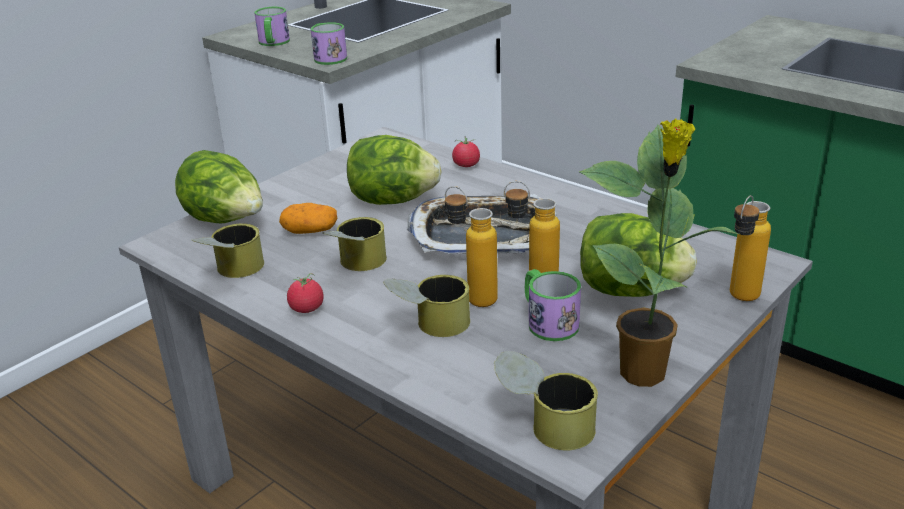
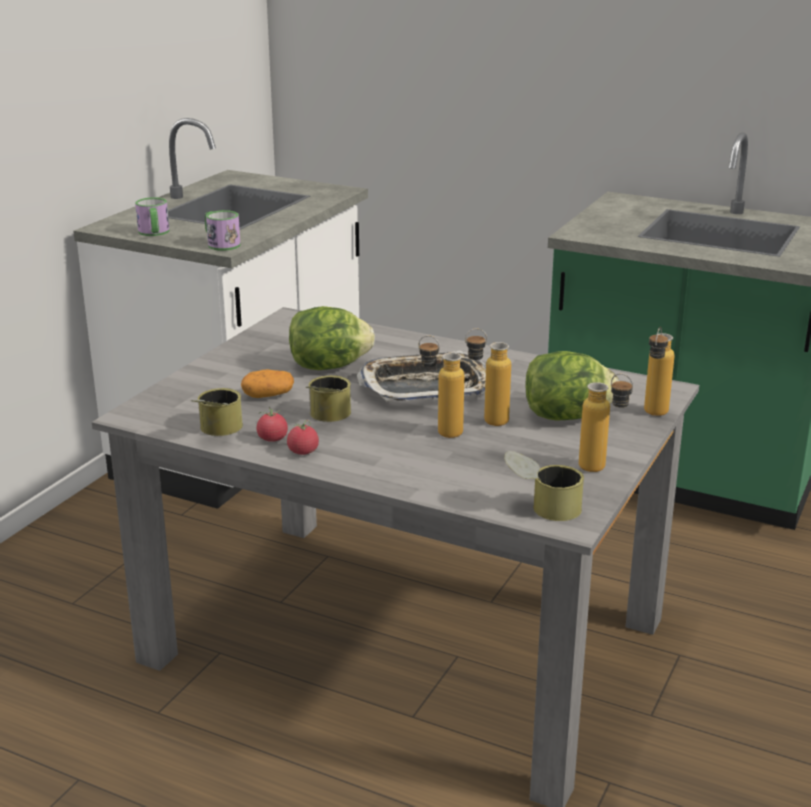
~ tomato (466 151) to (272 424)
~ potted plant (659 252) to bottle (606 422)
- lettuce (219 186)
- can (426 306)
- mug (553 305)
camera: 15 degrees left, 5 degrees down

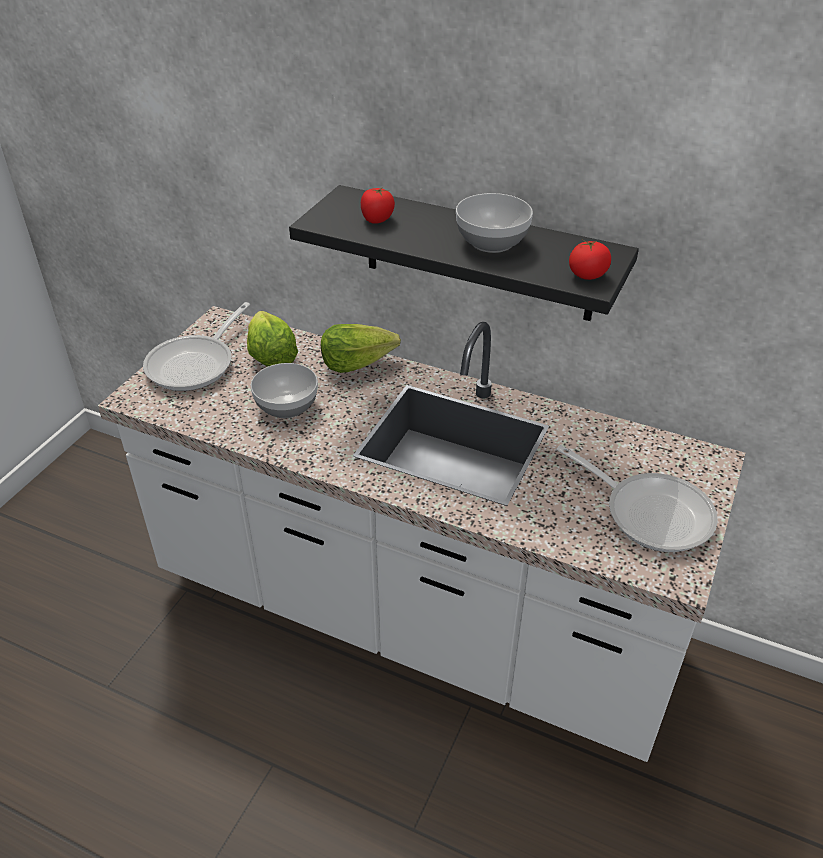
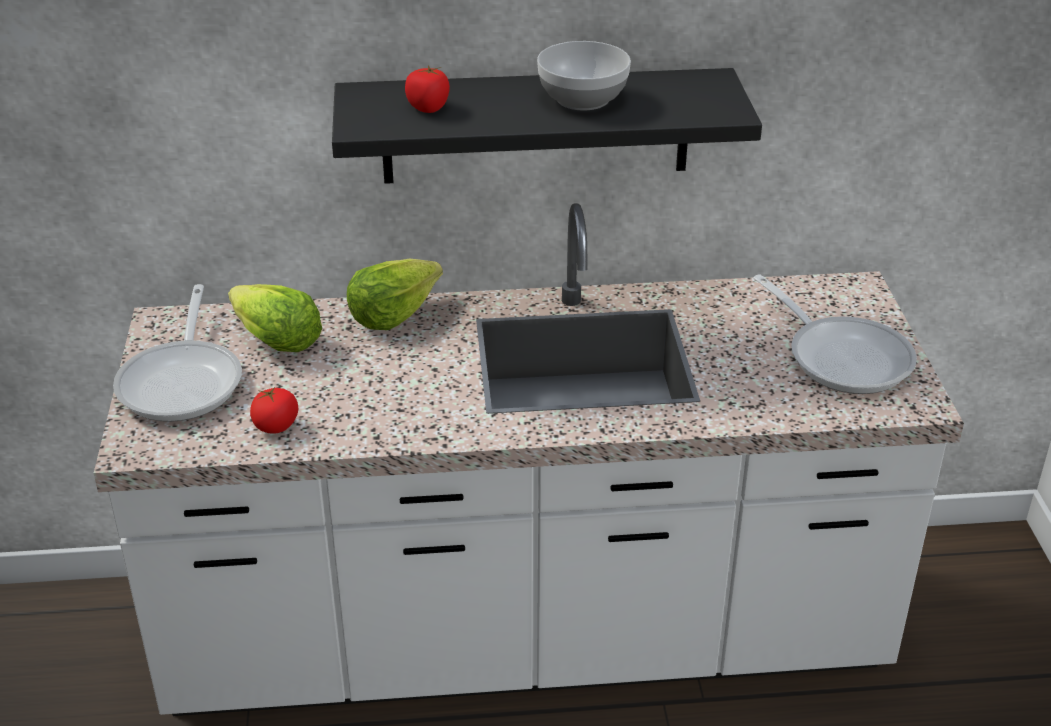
~ tomato (590 260) to (274 410)
~ frying pan (637 498) = (835 334) 45 degrees clockwise
- bowl (284 390)
camera: 30 degrees left, 5 degrees down

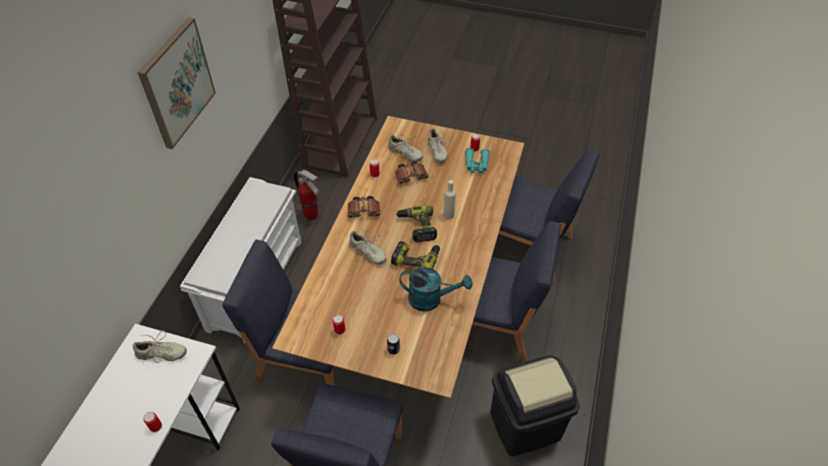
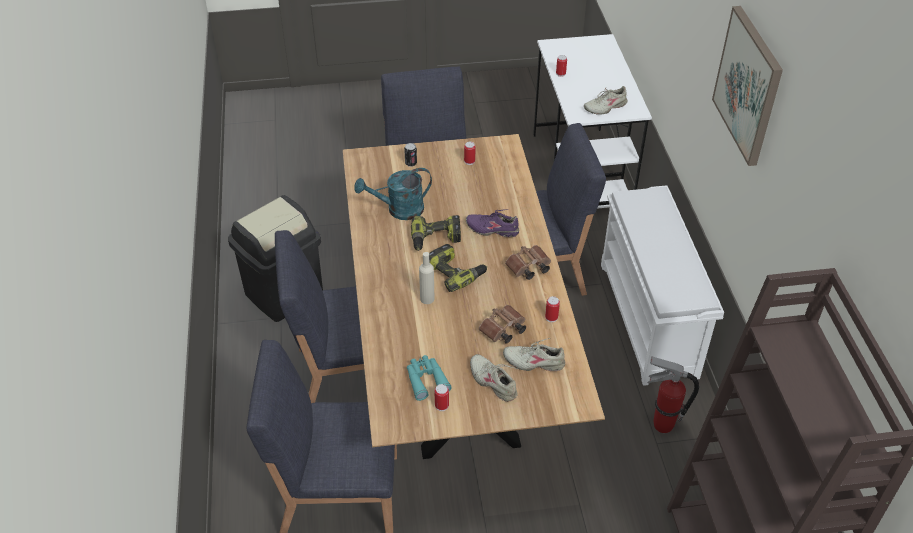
~ beige shoe (367 246) to purple shoe (492 223)
camera: 155 degrees right, 5 degrees down

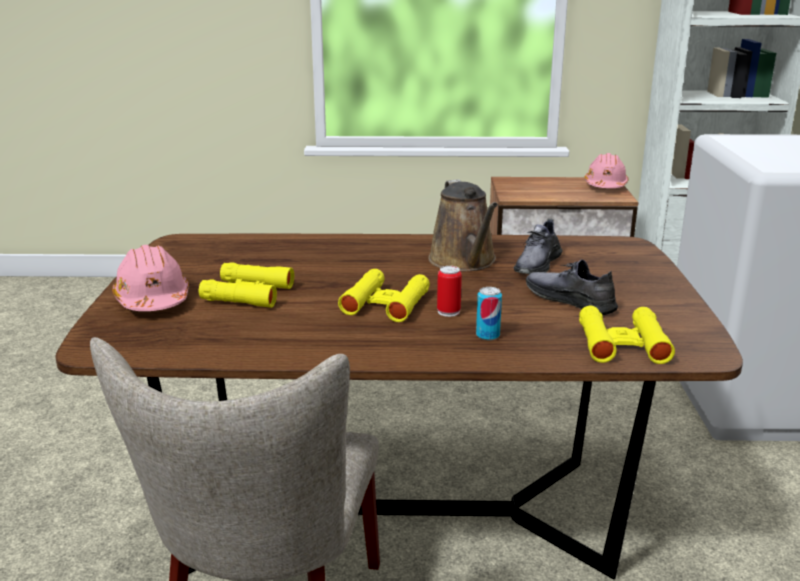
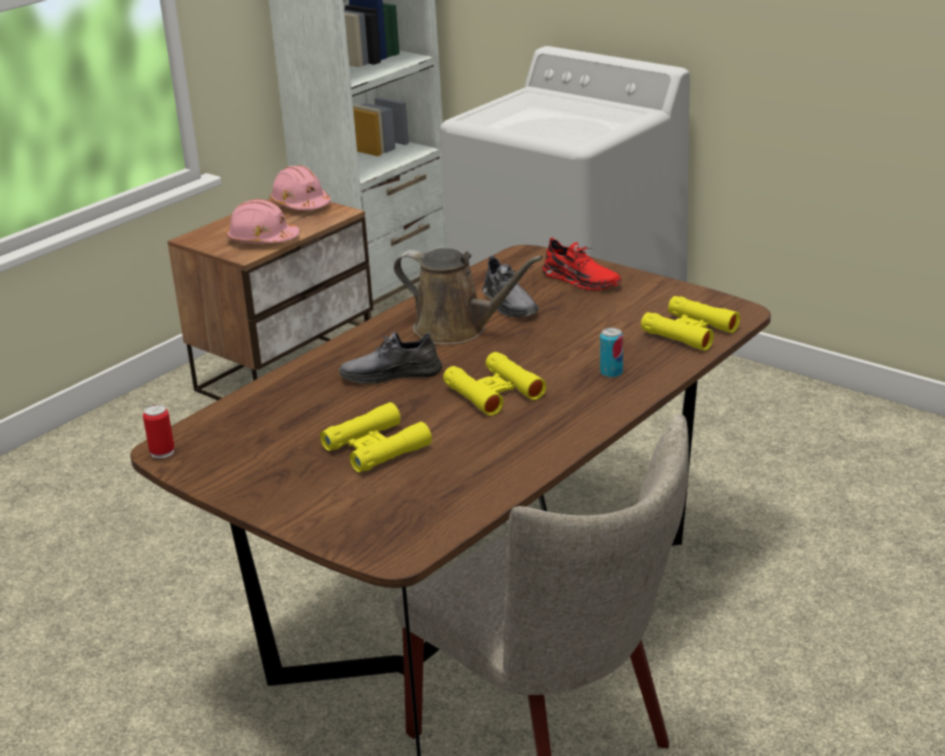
~ can (449 291) to (158 431)
~ pink hard hat (150 278) to (263 221)
~ grey shoe (572 287) to (390 357)
+ red shoe (581 263)
camera: 50 degrees left, 5 degrees up

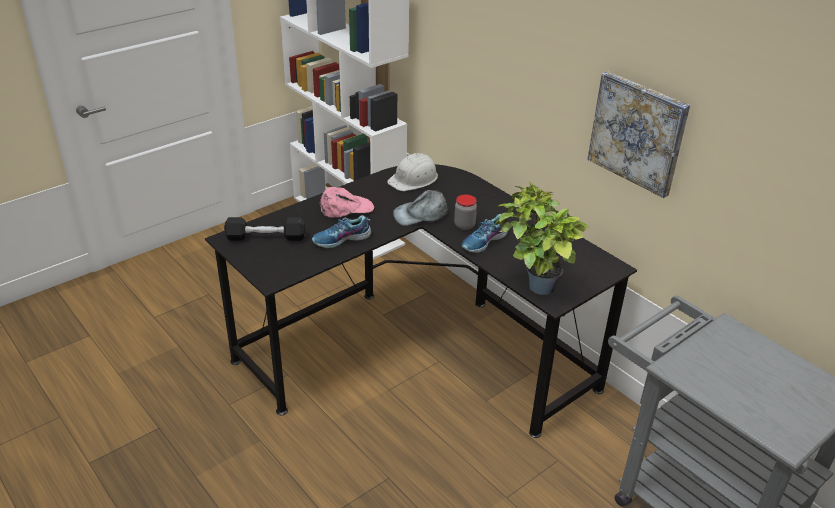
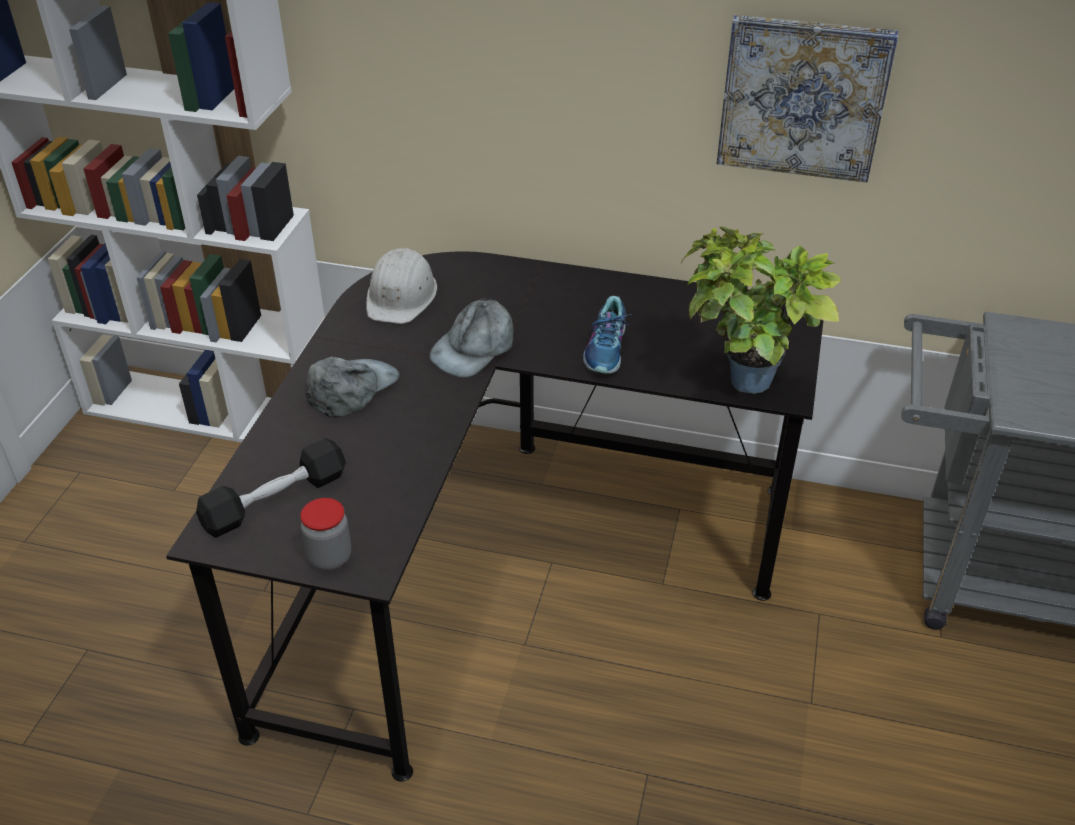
~ jar (465 212) to (325 534)
~ pink cap (346 202) to grey cap (353 387)
- shoe (341 232)
camera: 35 degrees left, 5 degrees up

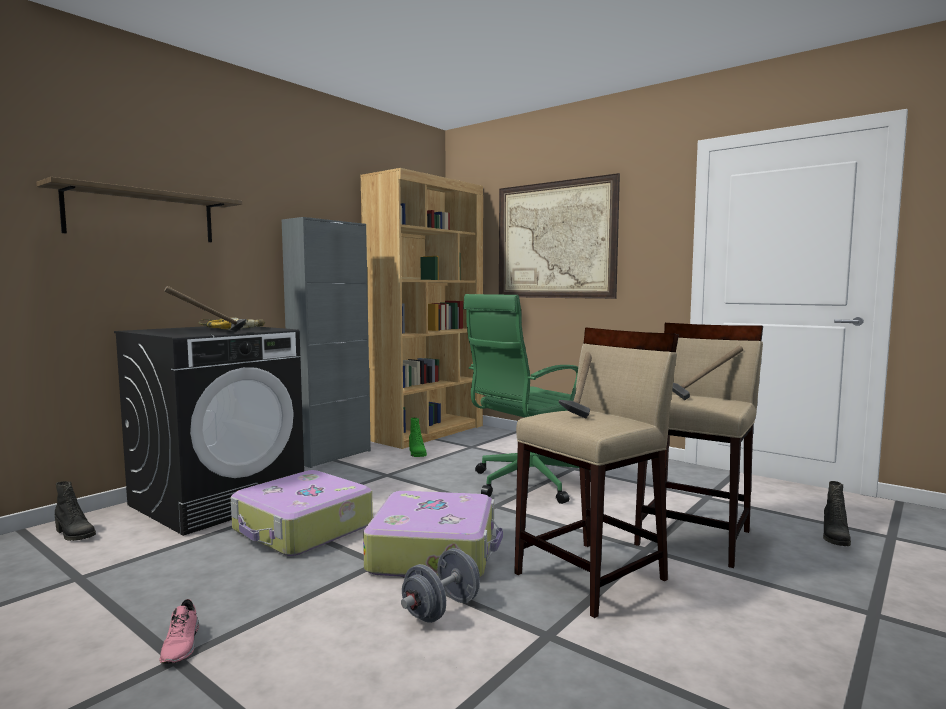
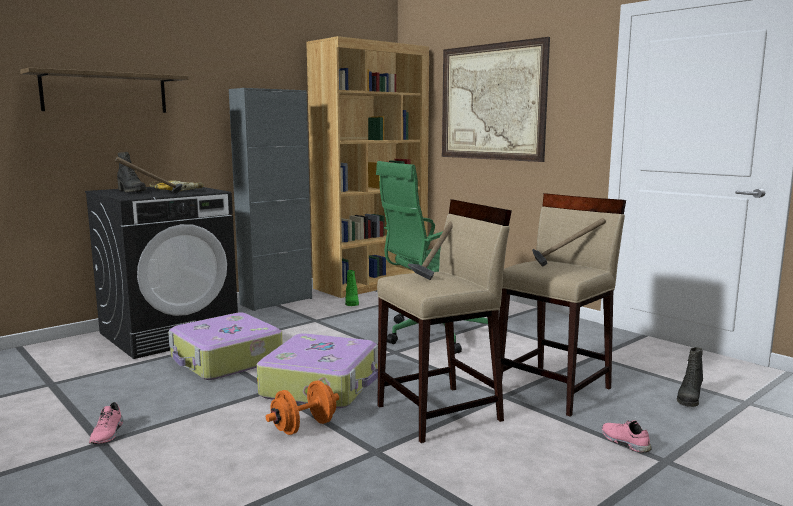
~ black boot (75 511) to (132 172)
~ grey dumbbell (440 585) to orange dumbbell (302 408)
+ pink shoe (627 436)
camera: 10 degrees right, 5 degrees up

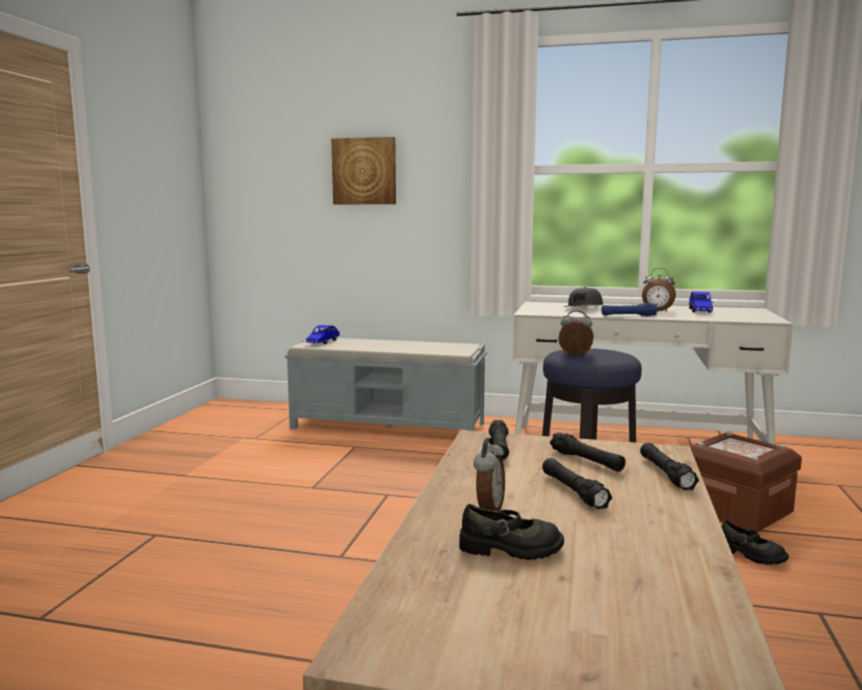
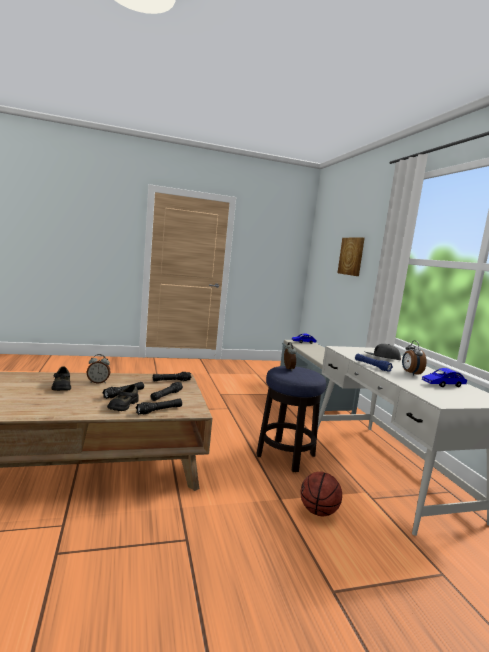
~ black shoe (755 542) to (123 397)
~ brown storage box (746 482) to basketball (321 494)
camera: 60 degrees right, 0 degrees up

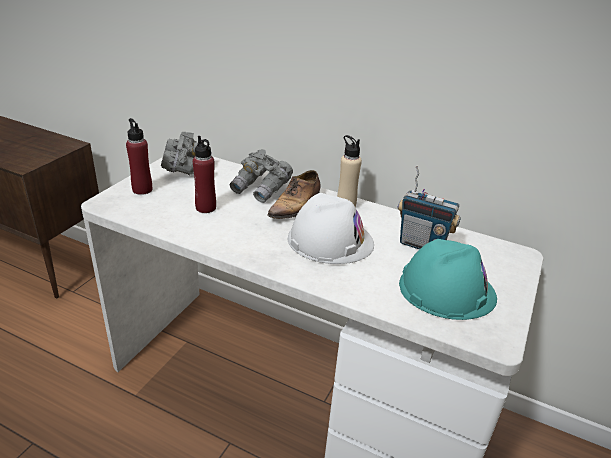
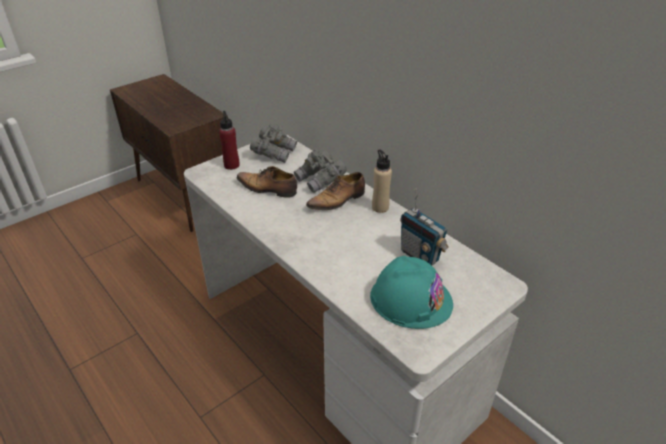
~ red bottle (204 174) to shoe (267 182)
- white hard hat (330 228)
camera: 25 degrees right, 5 degrees up

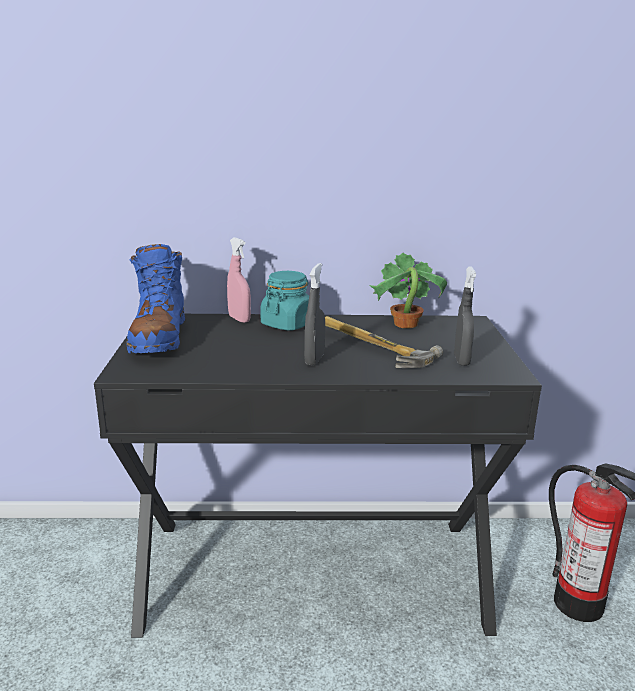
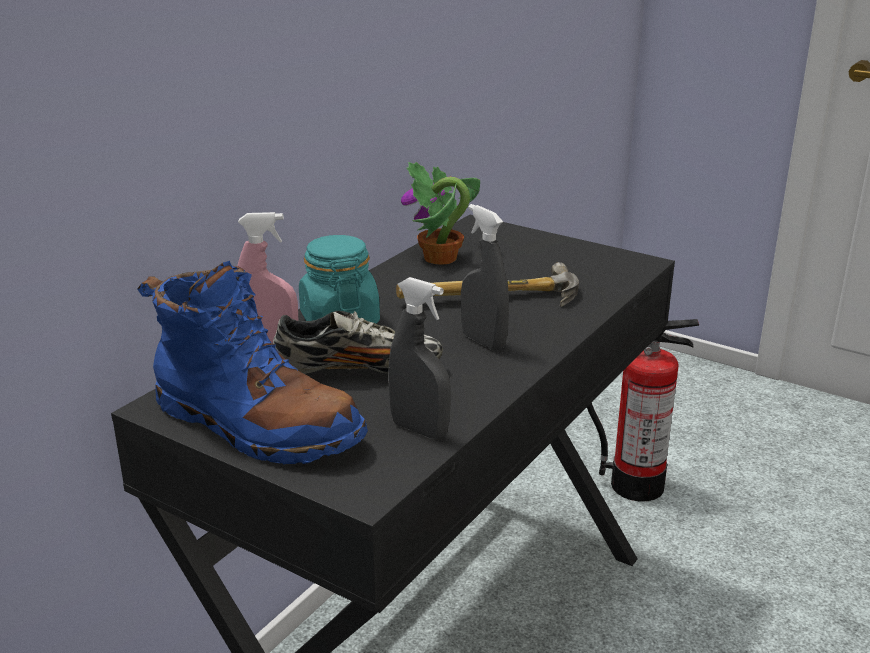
+ shoe (358 342)
~ grey spray bottle (465 316) to (419 358)
camera: 55 degrees left, 5 degrees up

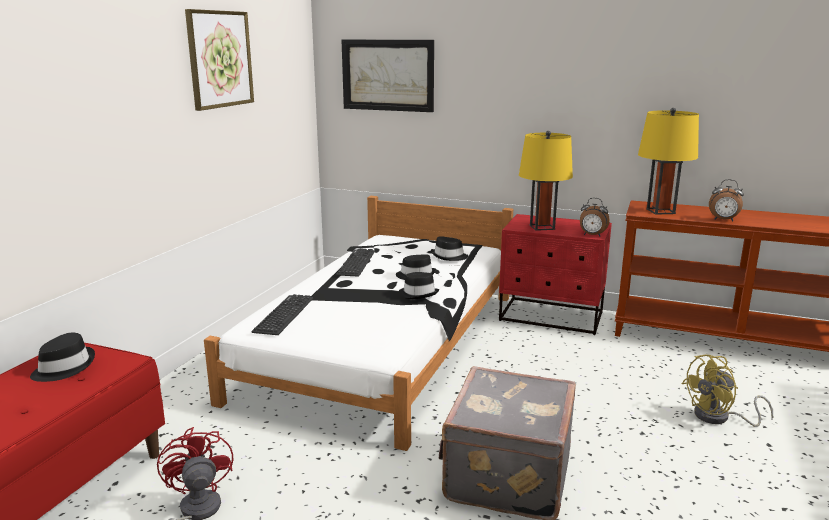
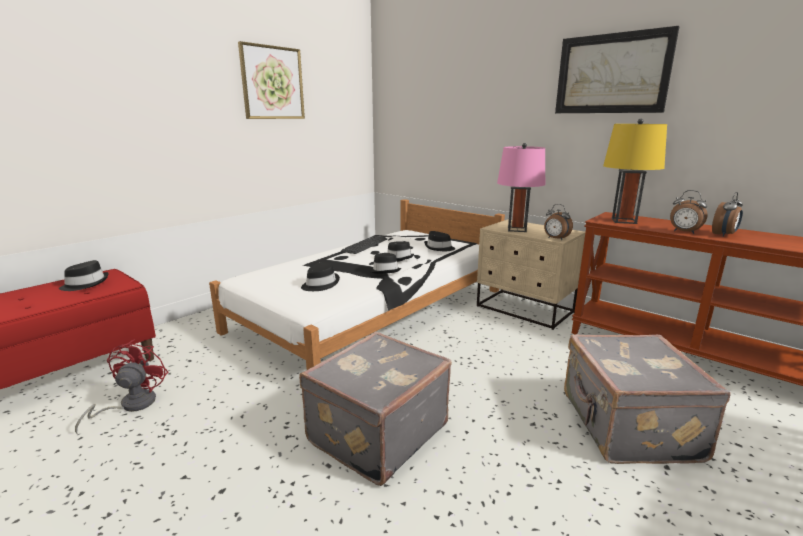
+ black hat (320 276)
~ red nightstand (555 274) to beige nightstand (531 274)
~ yellow table lamp (546 181) to pink table lamp (521 187)
~ picture (387 76) to (617 69)
~ yellow fan (727 391) to grey suitcase (647 399)
+ alarm clock (727 214)
- keyboard (282 314)
camera: 20 degrees right, 0 degrees up

